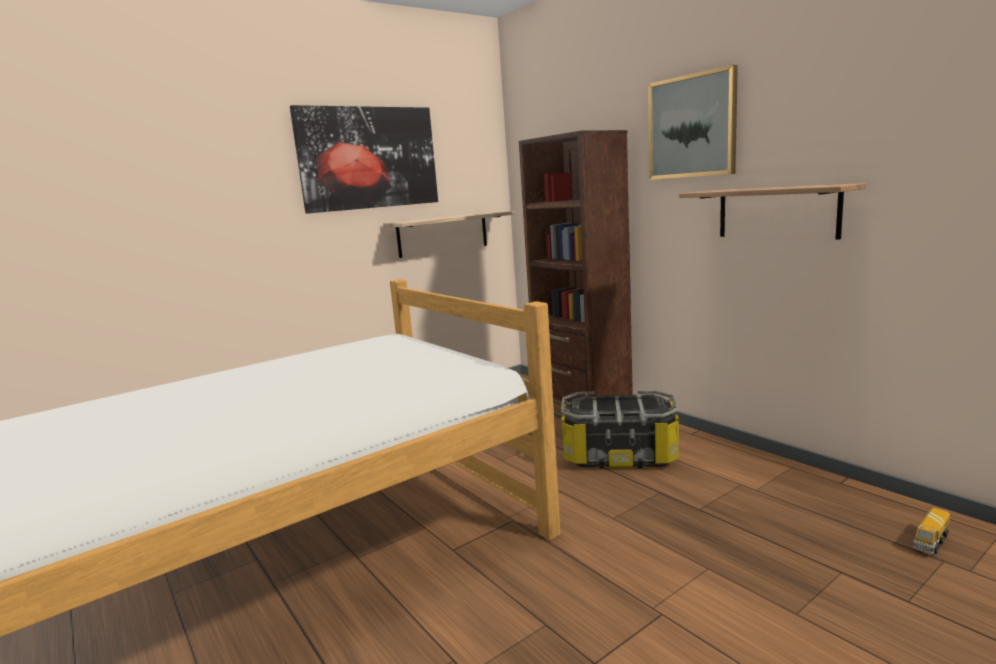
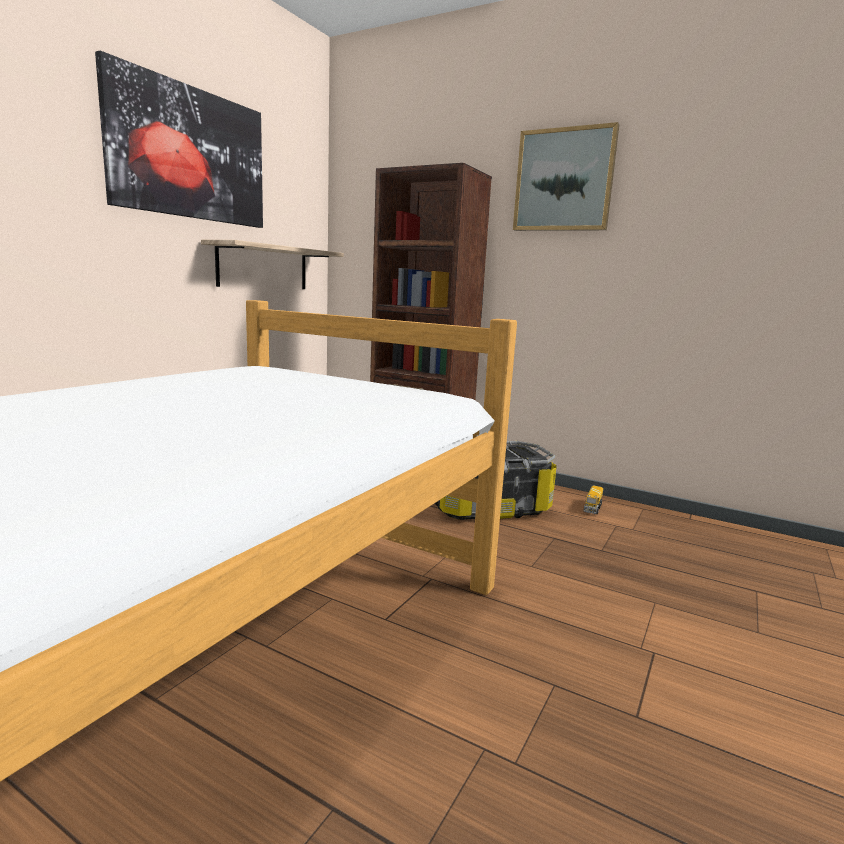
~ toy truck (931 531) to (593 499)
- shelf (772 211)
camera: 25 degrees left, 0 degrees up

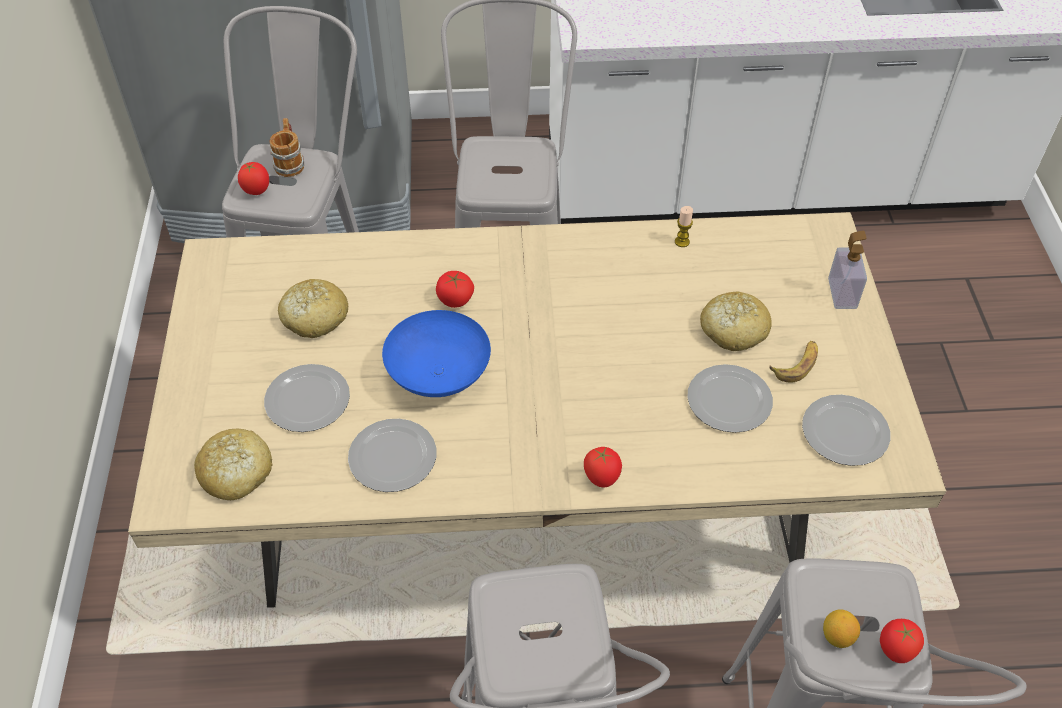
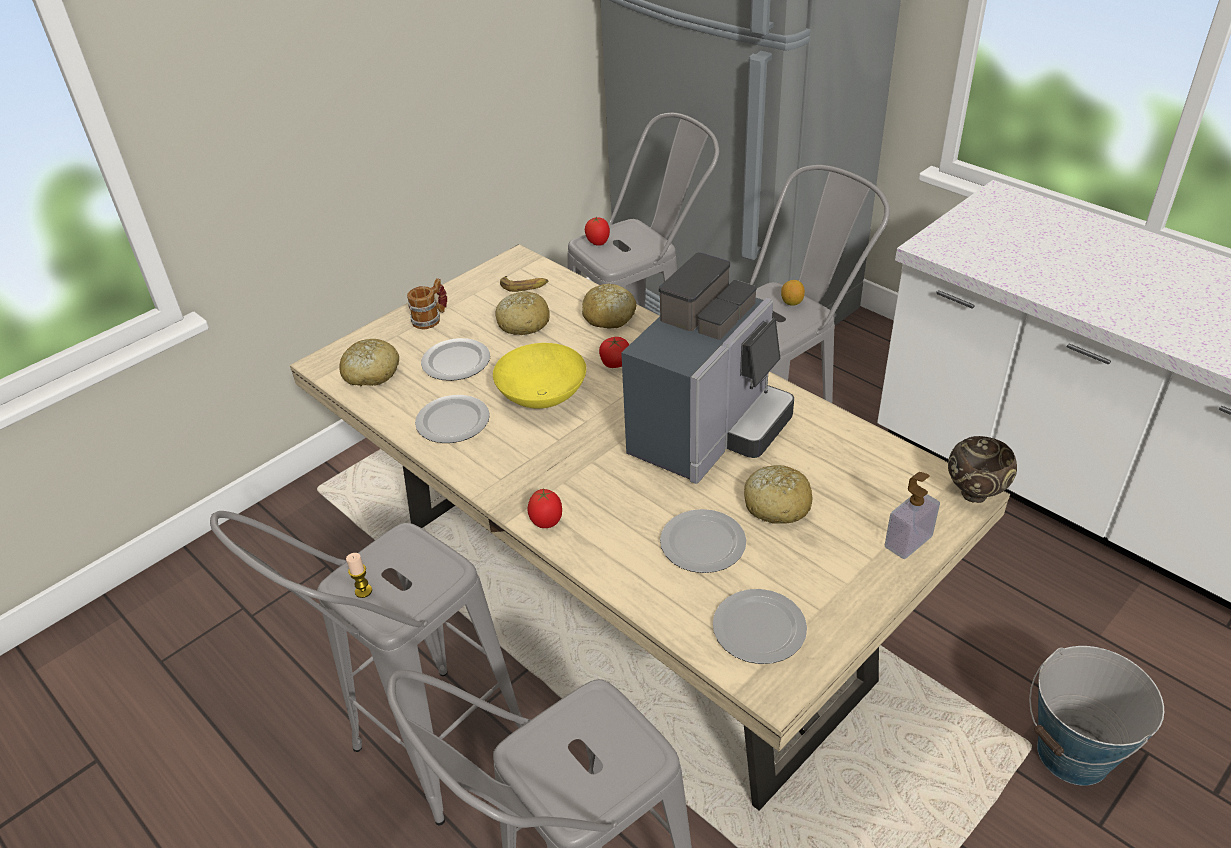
~ candle (684 226) to (359 575)
~ mug (287 147) to (427 303)
~ blue bowl (436 353) to yellow bowl (539 376)
~ banana (793 362) to (524 284)
+ bread (609 306)
+ coffee machine (707 368)
~ lemon (841 628) to (793 293)
+ brown bowl (982 469)
+ bucket (1096 716)
- tomato (902 641)
camera: 50 degrees right, 10 degrees down

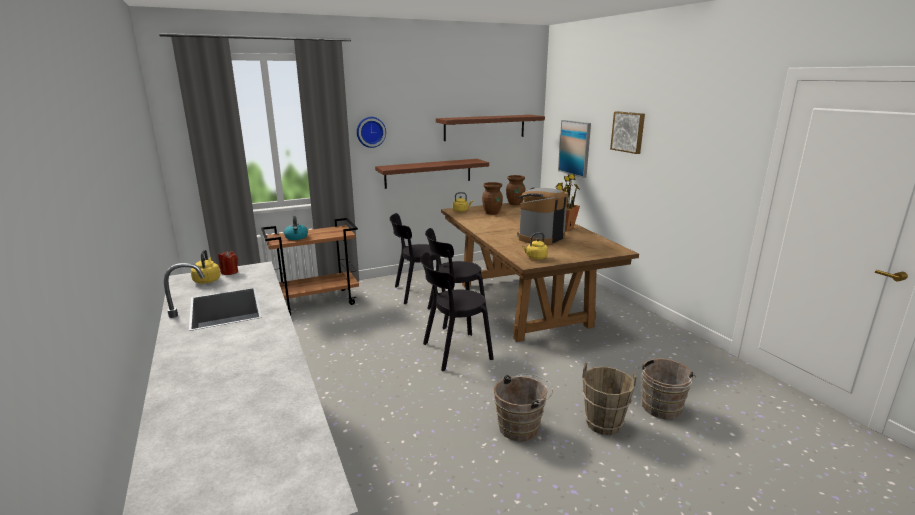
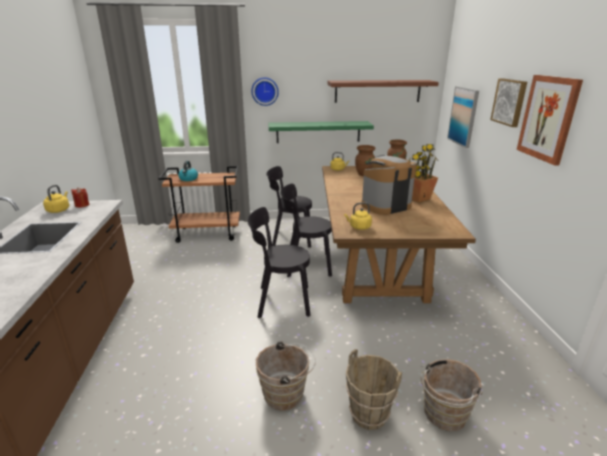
~ brown shelf (432 174) to green shelf (321 132)
+ picture (550 120)
camera: 20 degrees right, 5 degrees up

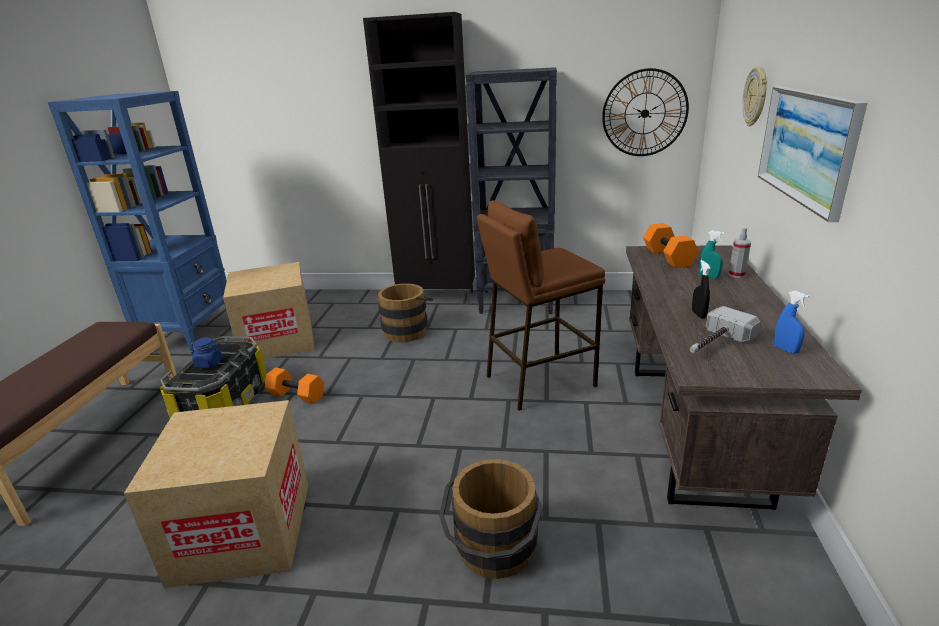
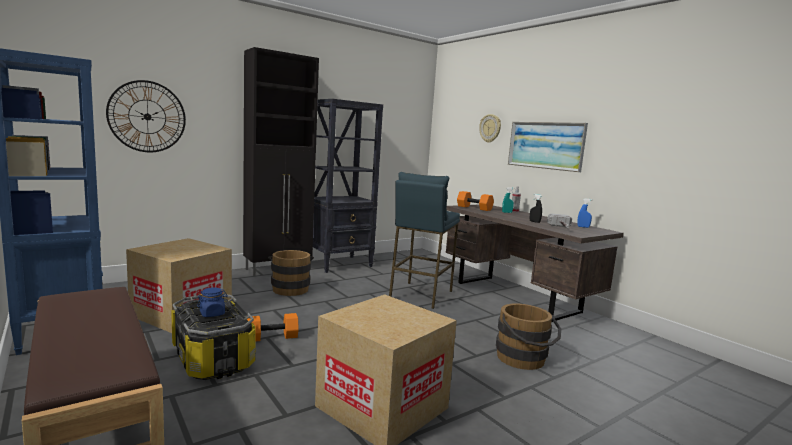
~ wall clock (645 112) to (146 116)
~ brown stool (541 305) to blue stool (424 240)
camera: 45 degrees left, 15 degrees down

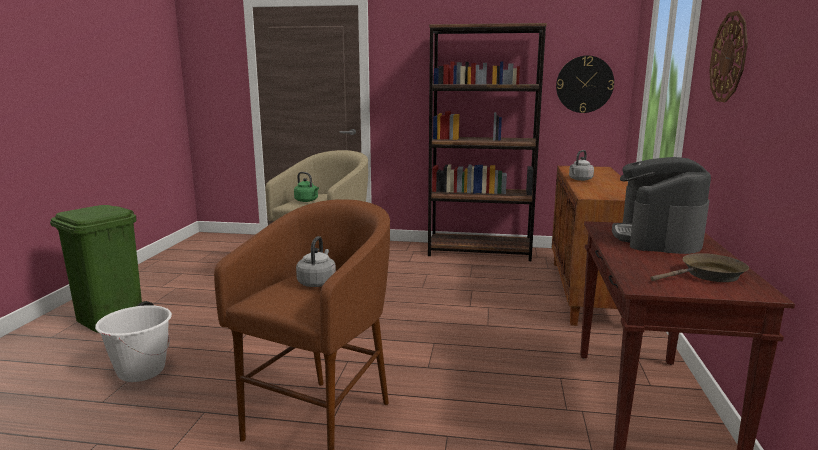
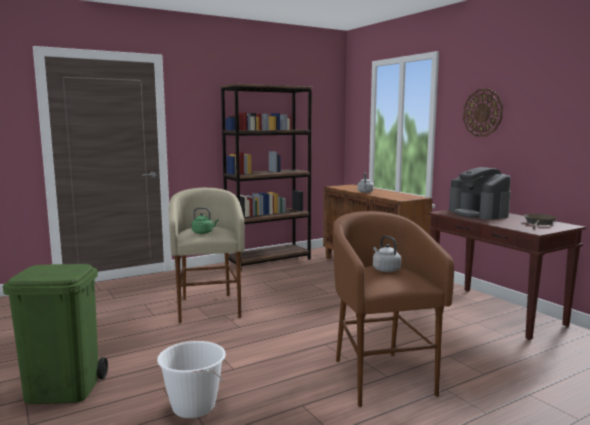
- wall clock (585 84)
camera: 40 degrees left, 5 degrees down

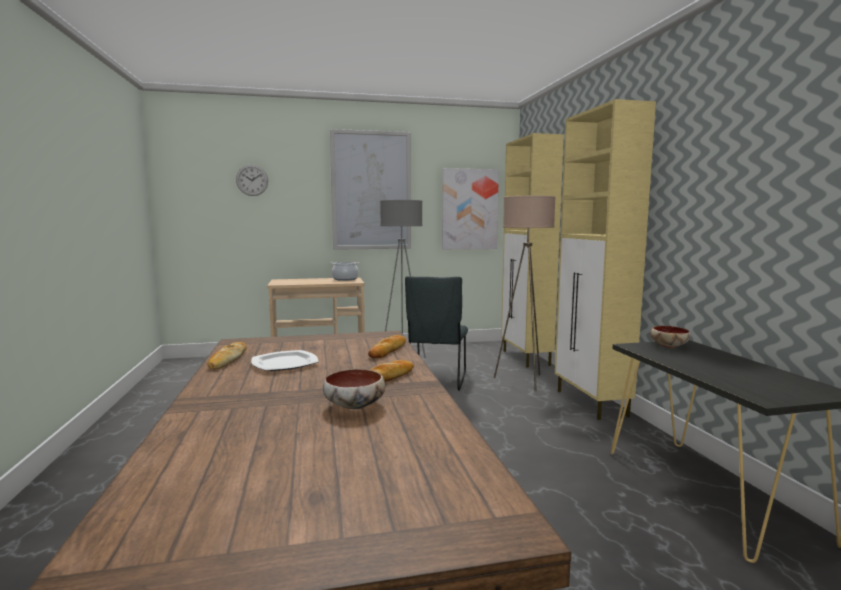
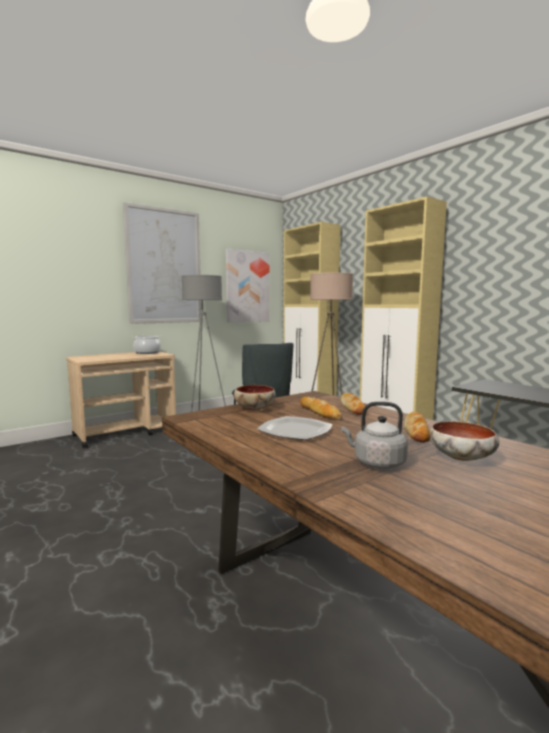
~ bowl (670 337) to (255 398)
~ bread (227 355) to (321 408)
+ grey kettle (375 435)
- wall clock (252 180)
camera: 25 degrees left, 0 degrees up

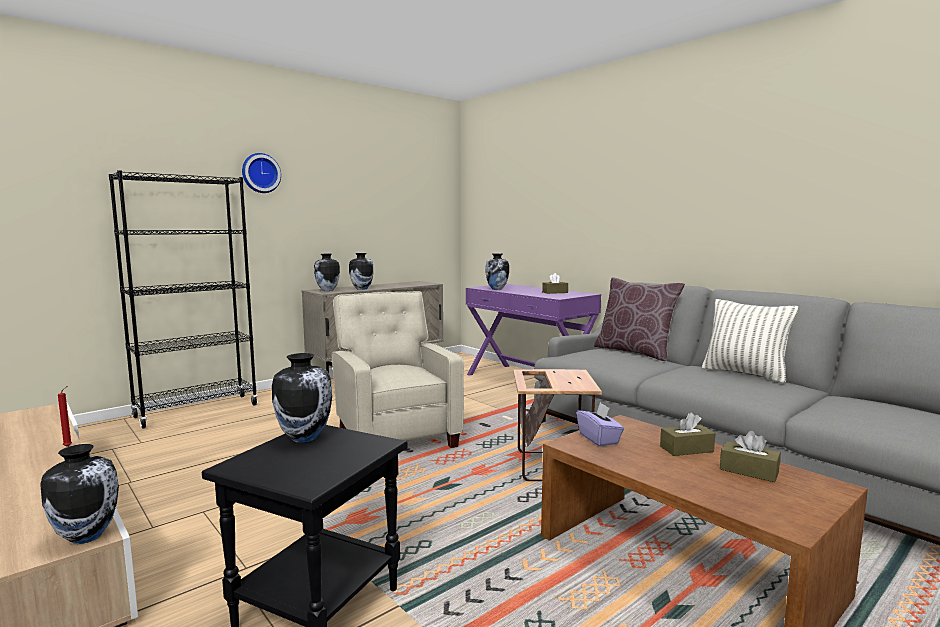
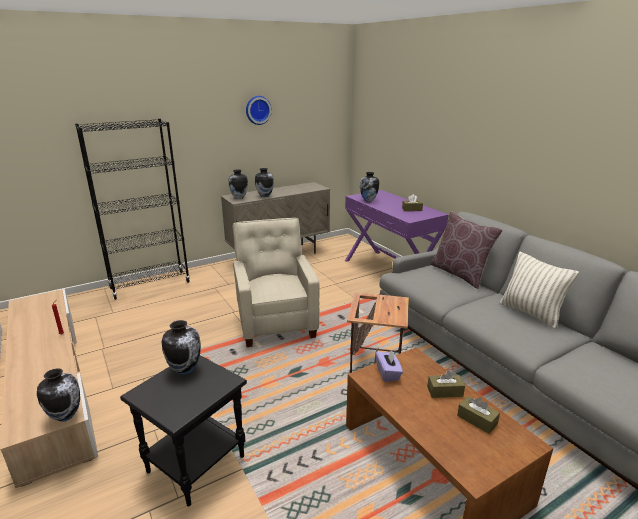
~ wall clock (261 173) to (259 110)
camera: 10 degrees right, 15 degrees up

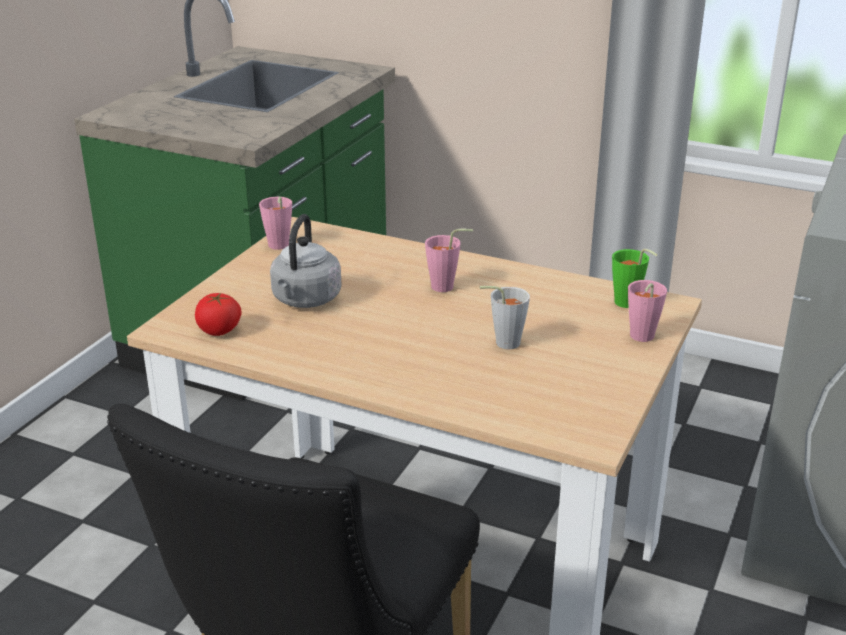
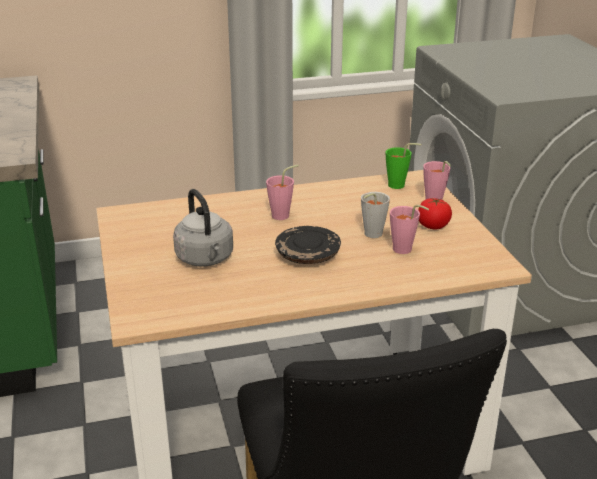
+ black plate (308 245)
~ pink cup (275 223) to (409 229)
~ tomato (218 314) to (435 213)
camera: 40 degrees left, 0 degrees up

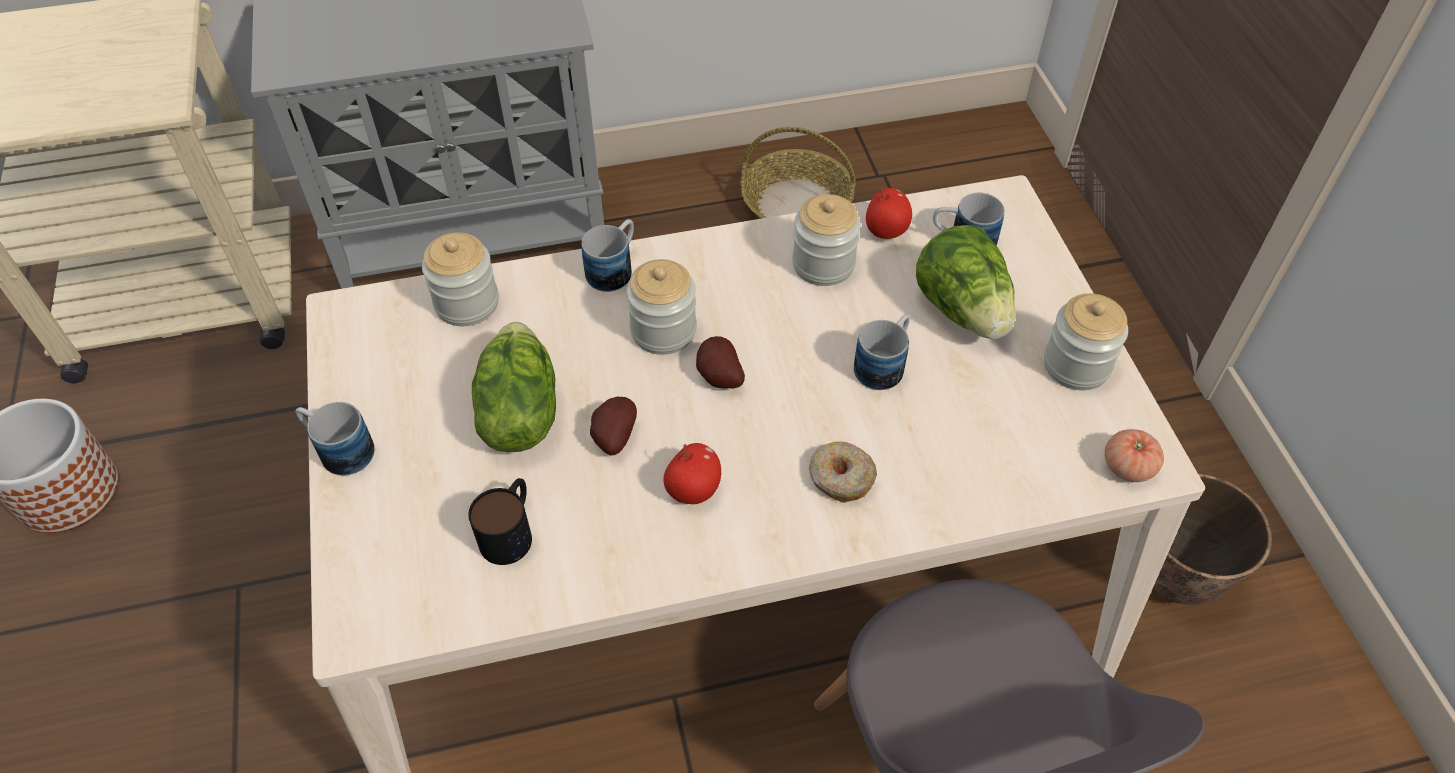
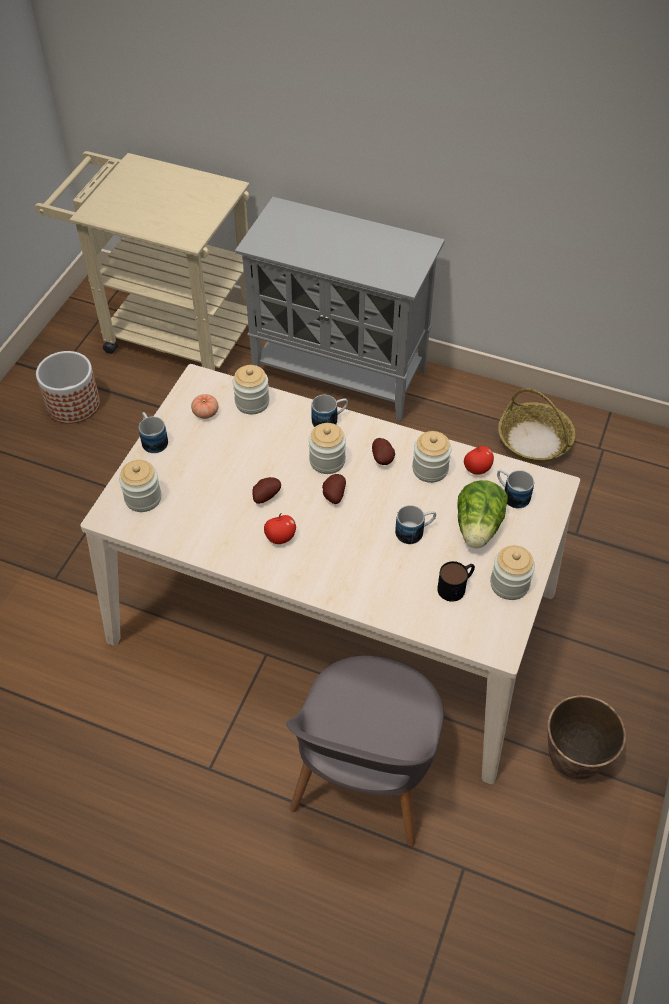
+ jar (140 486)
~ tomato (1134 455) to (204 406)
+ potato (383 451)
~ mug (500 521) to (456 581)
- lettuce (514 387)
- donut (843 472)
camera: 35 degrees right, 0 degrees up

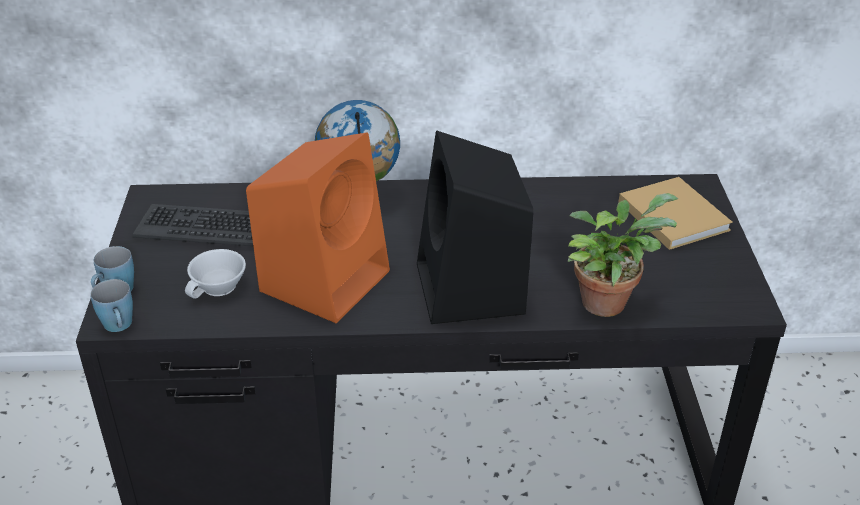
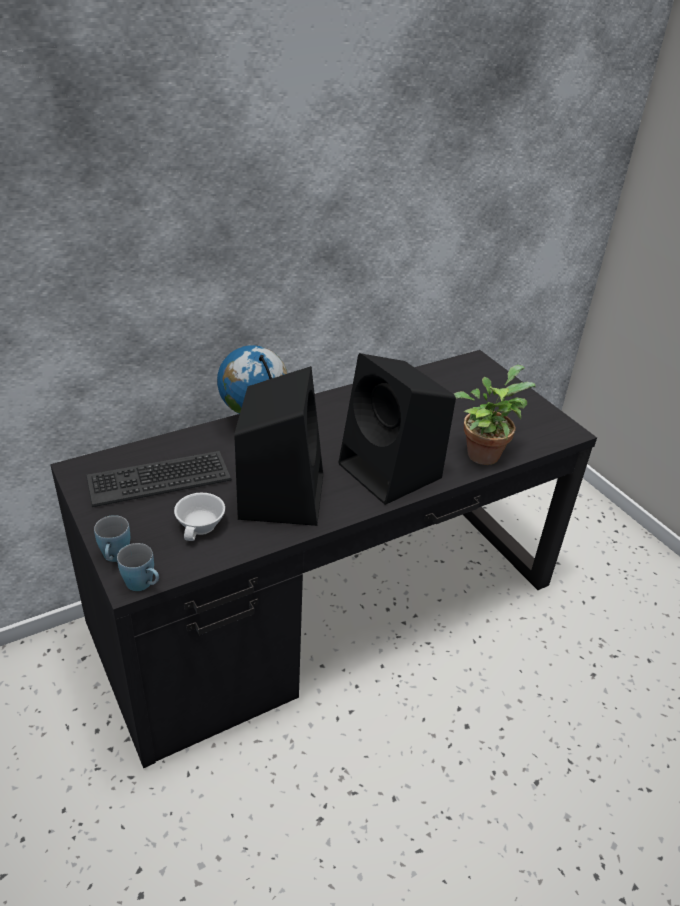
~ orange speaker (318 227) to black speaker (278 446)
- beige book (675 213)
camera: 30 degrees left, 0 degrees up

